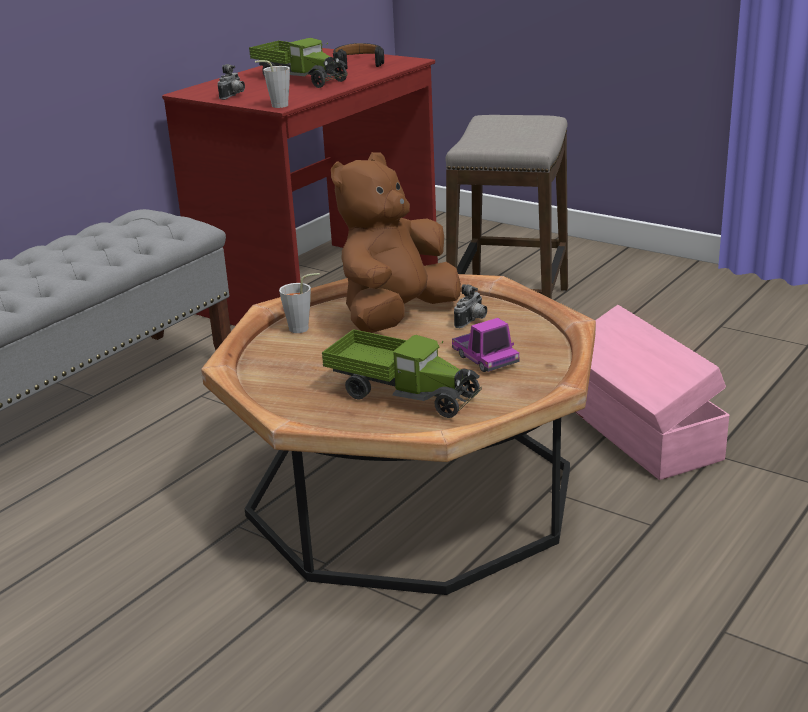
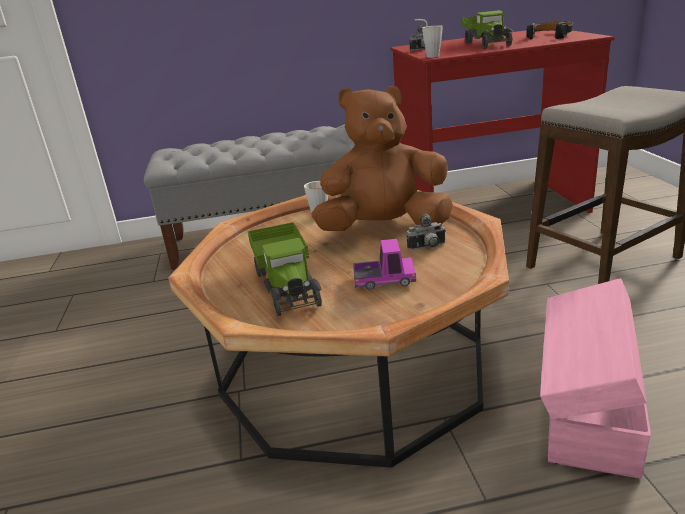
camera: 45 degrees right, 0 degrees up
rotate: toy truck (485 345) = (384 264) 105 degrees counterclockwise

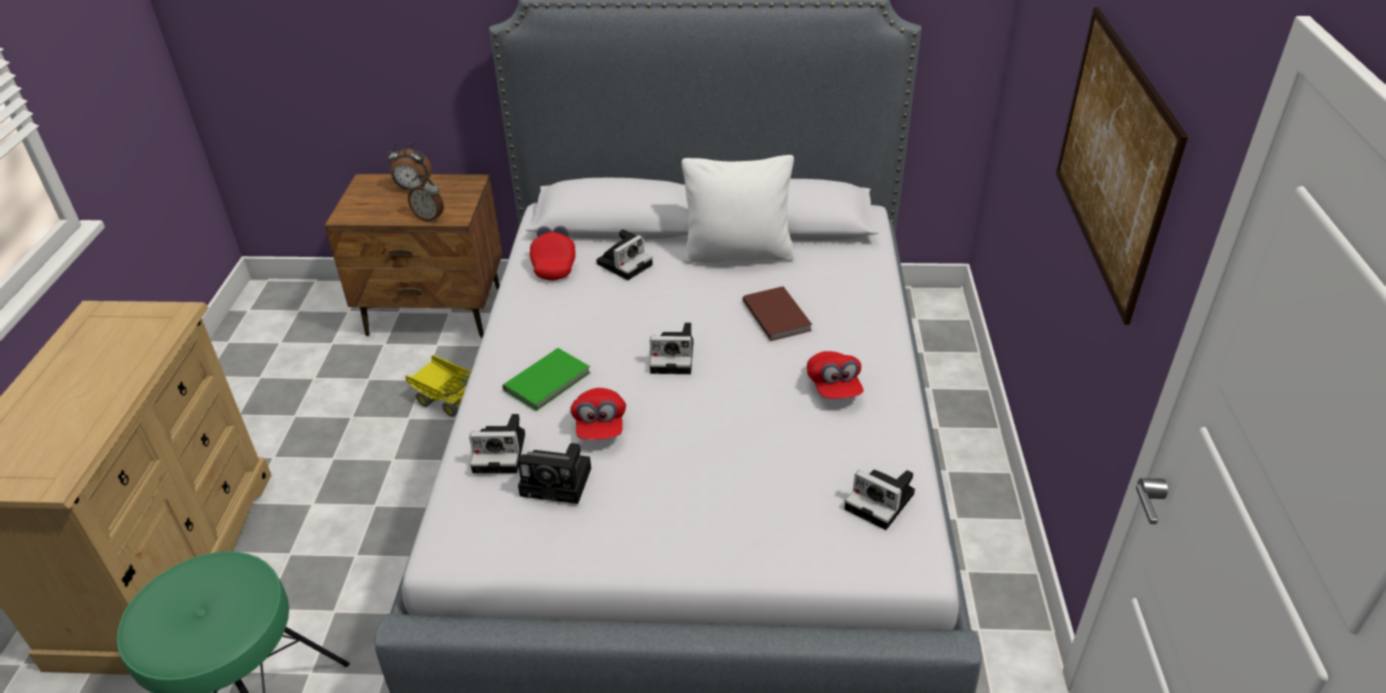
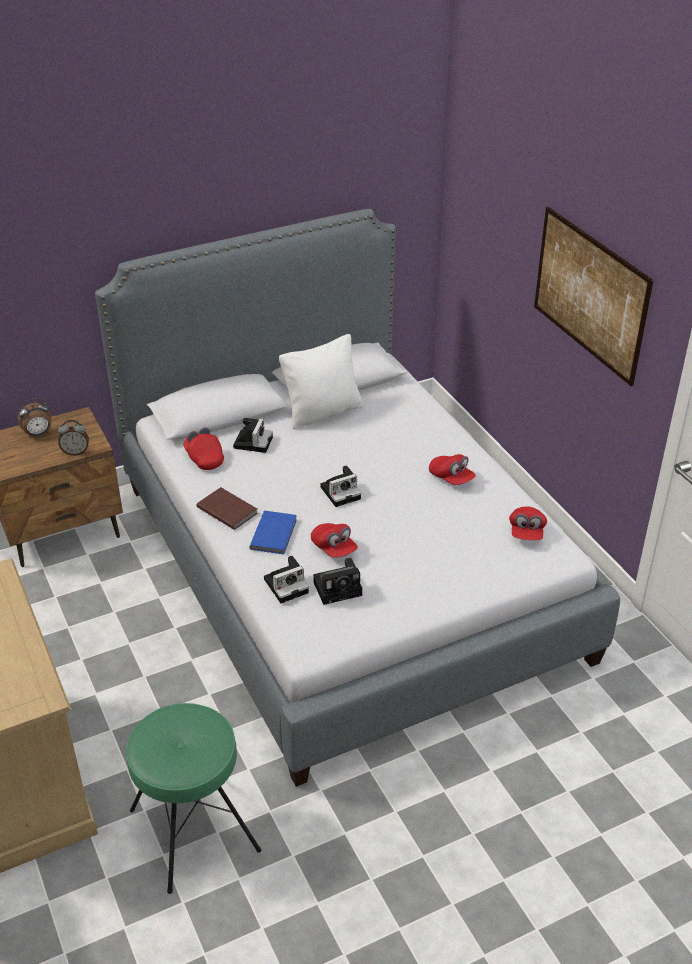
camera: 30 degrees left, 0 degrees up
delete: toy truck (438 386)
move: brown book (777 313) to (227 508)
replace: photo camera (879 500) to red cap (528 523)
recolor: green book (546 379) to blue book (273 532)

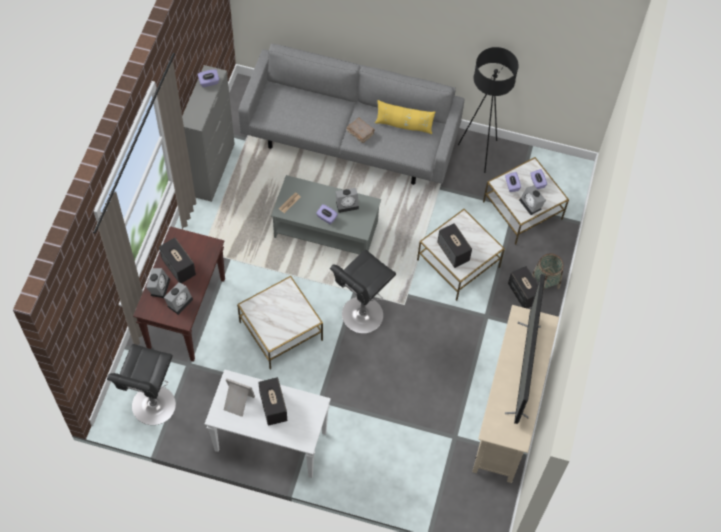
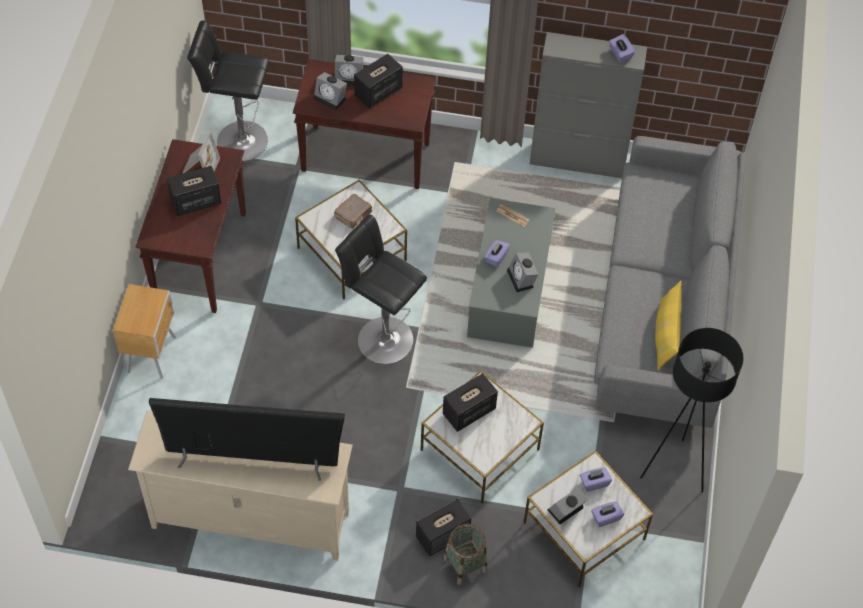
camera: 85 degrees right, 5 degrees down
insert: brown nightstand (144 331)
move: brown book (361 130) to (353 211)
recolor: white console table (268 423) to brown console table (190 226)

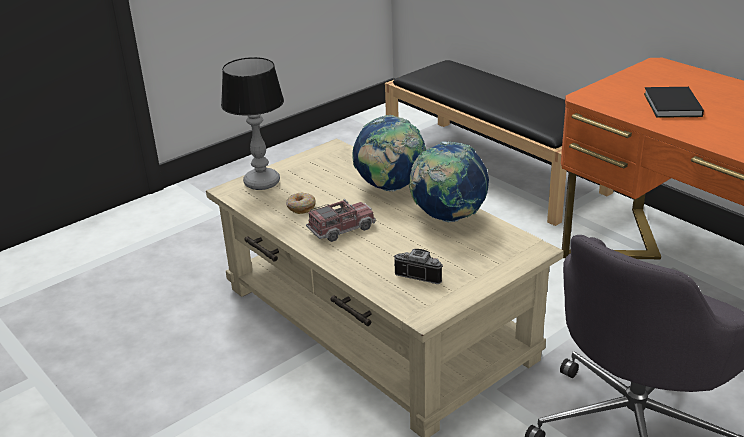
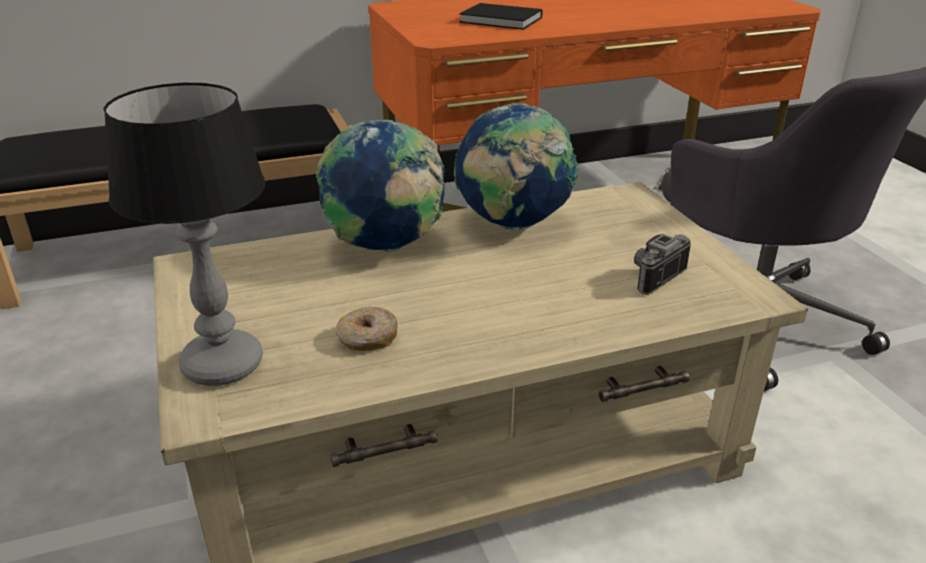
camera: 70 degrees left, 0 degrees up
delete: toy truck (341 220)

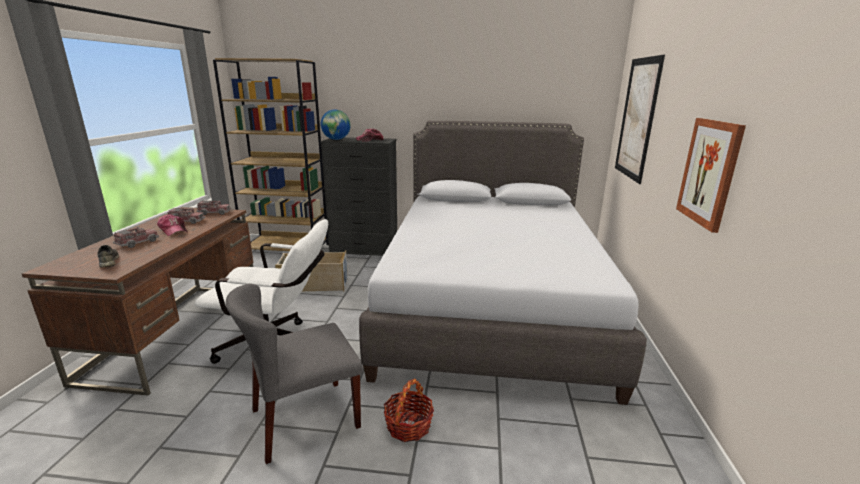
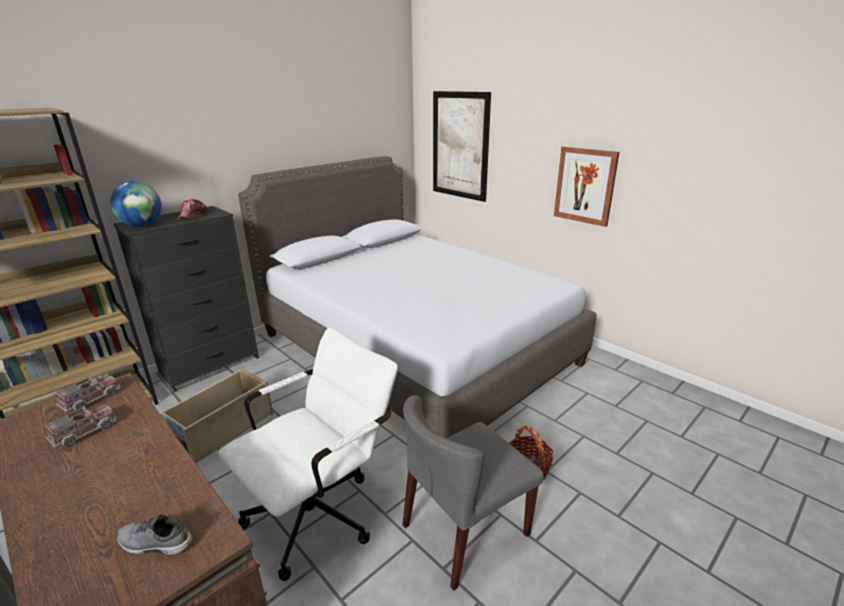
camera: 50 degrees left, 5 degrees up
delete: toy truck (136 237); cap (172 225)
rotate: grey chair (294 374) = (473 493) 45 degrees clockwise

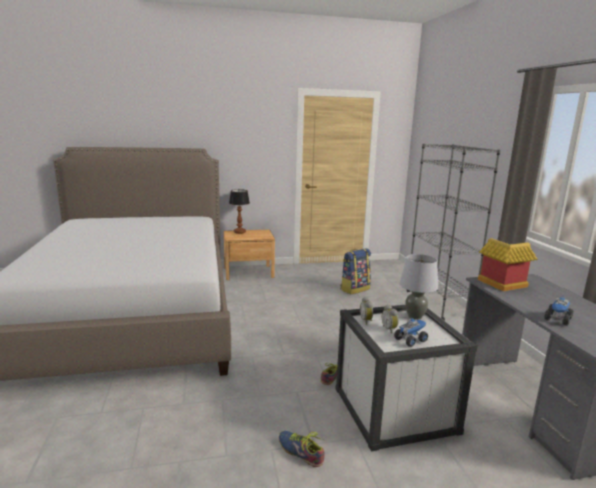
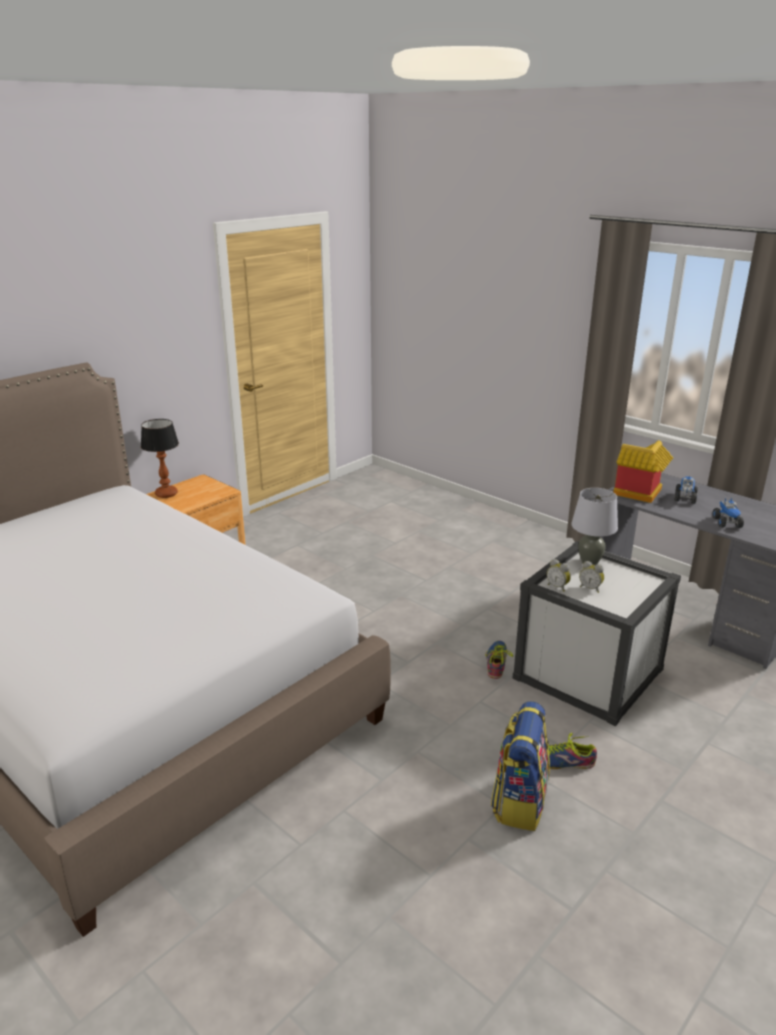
camera: 35 degrees left, 10 degrees up
delete: grey bookcase (454 232)
move: backpack (356 271) to (520 766); toy truck (411 332) to (686 490)

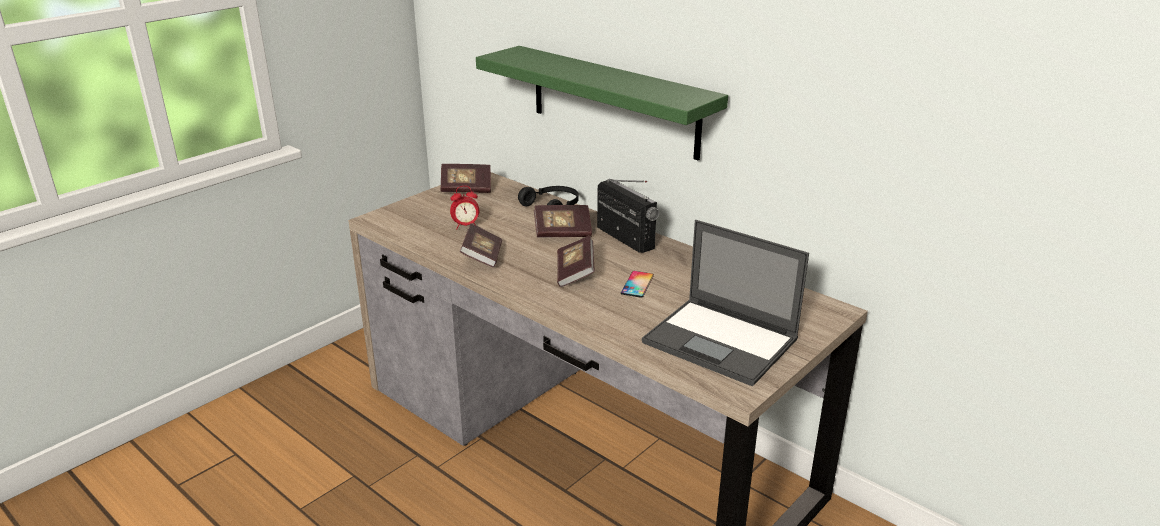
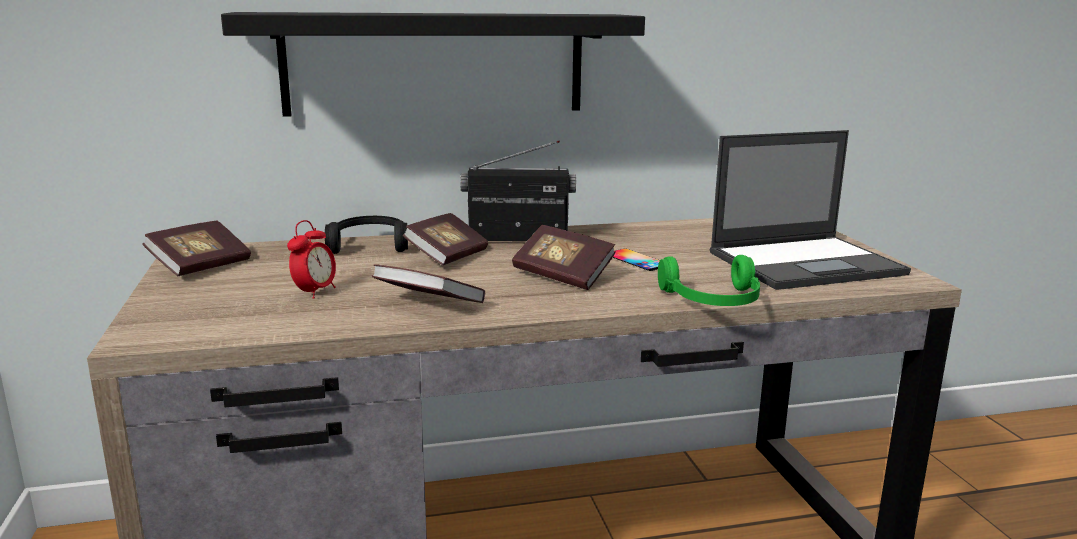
camera: 55 degrees left, 10 degrees down
insert: green headphones (709 280)
recolor: green shelf (602 103) to black shelf (433 64)

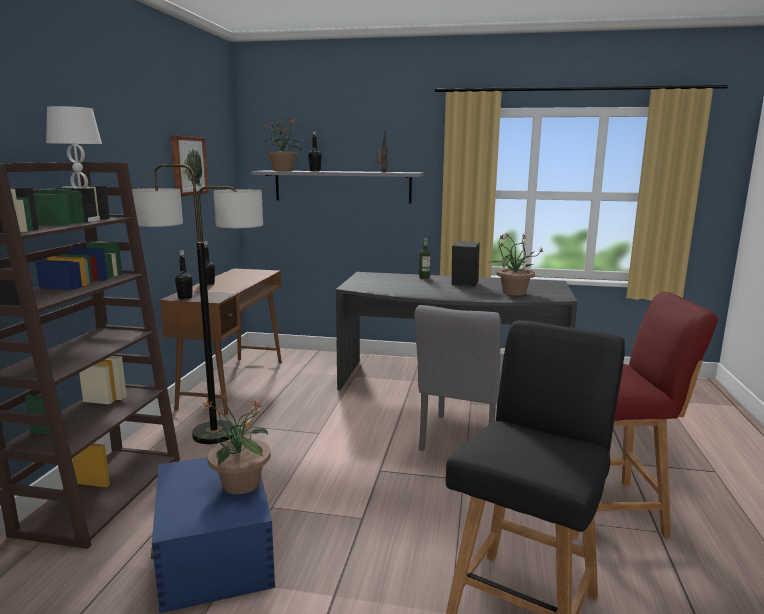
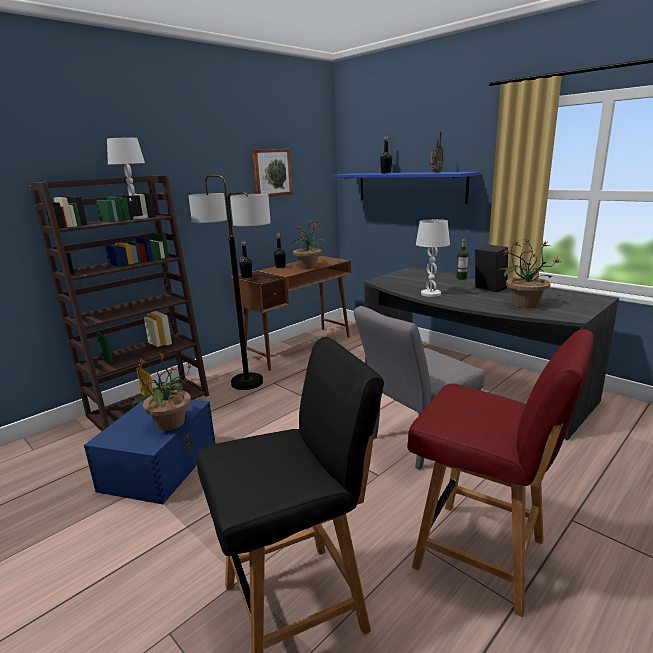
camera: 35 degrees right, 5 degrees up
insert: white table lamp (433 258)
move: potted plant (281 145) to (308 244)
recolor: grey shelf (337 187) to blue shelf (406 187)

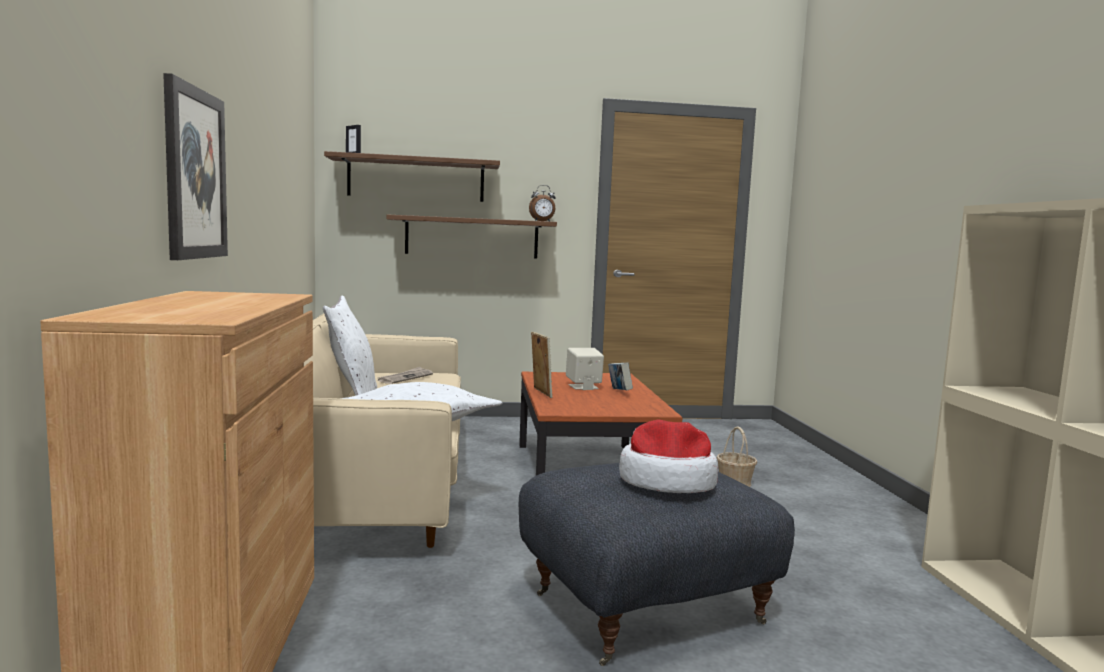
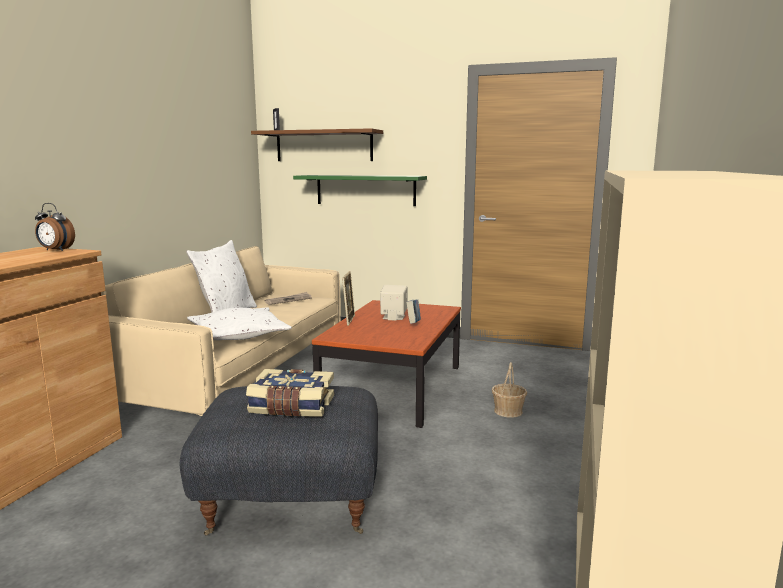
camera: 25 degrees right, 5 degrees up
delete: picture (195 166)
move: alarm clock (542 203) to (55 227)
replace: hat (668 456) to book (290 393)
recolor: brown shelf (472 237) to green shelf (360 190)

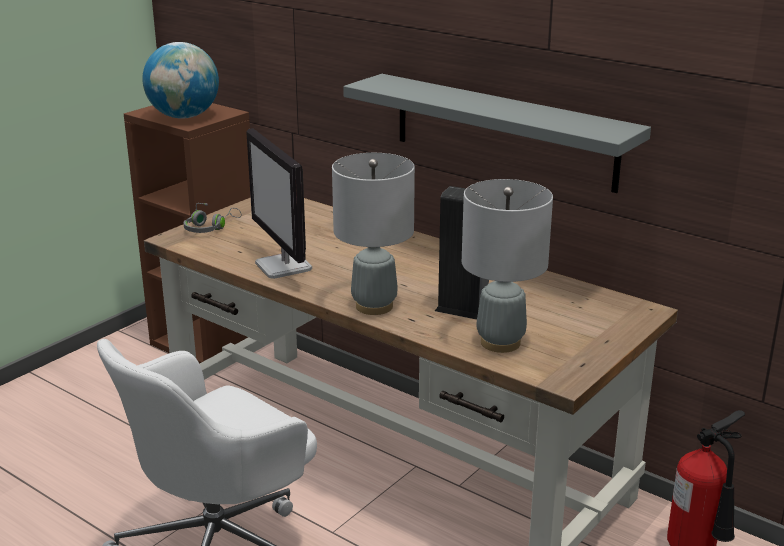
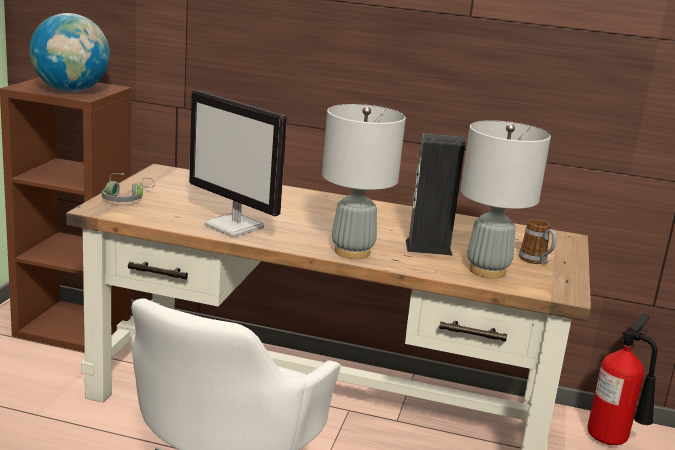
camera: 25 degrees left, 5 degrees down
delete: grey shelf (497 133)
insert: mug (538 241)

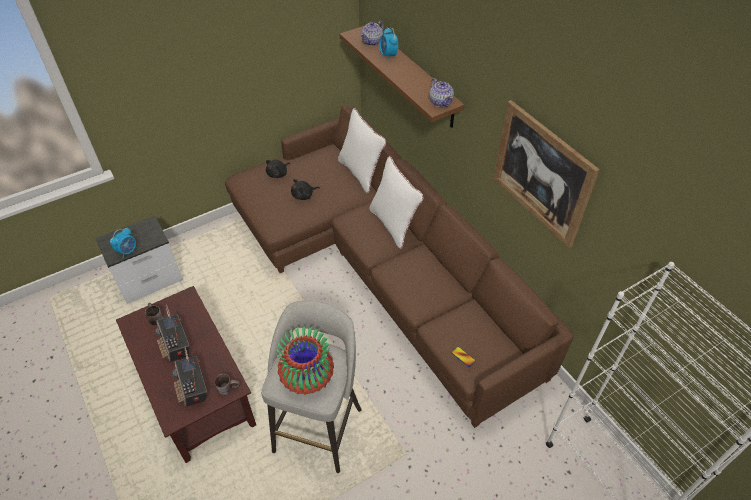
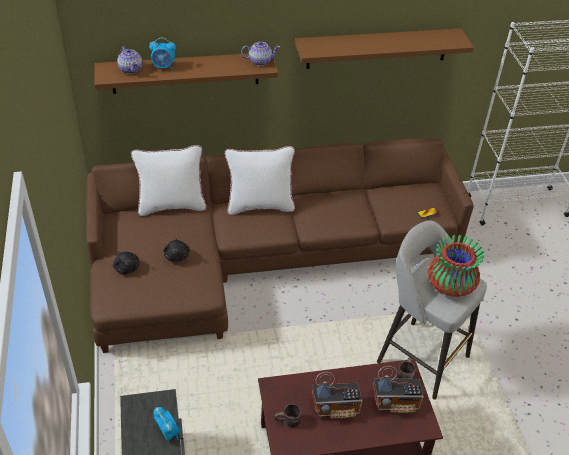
camera: 70 degrees left, 5 degrees down
replace: picture (546 174) to brown shelf (384 48)

